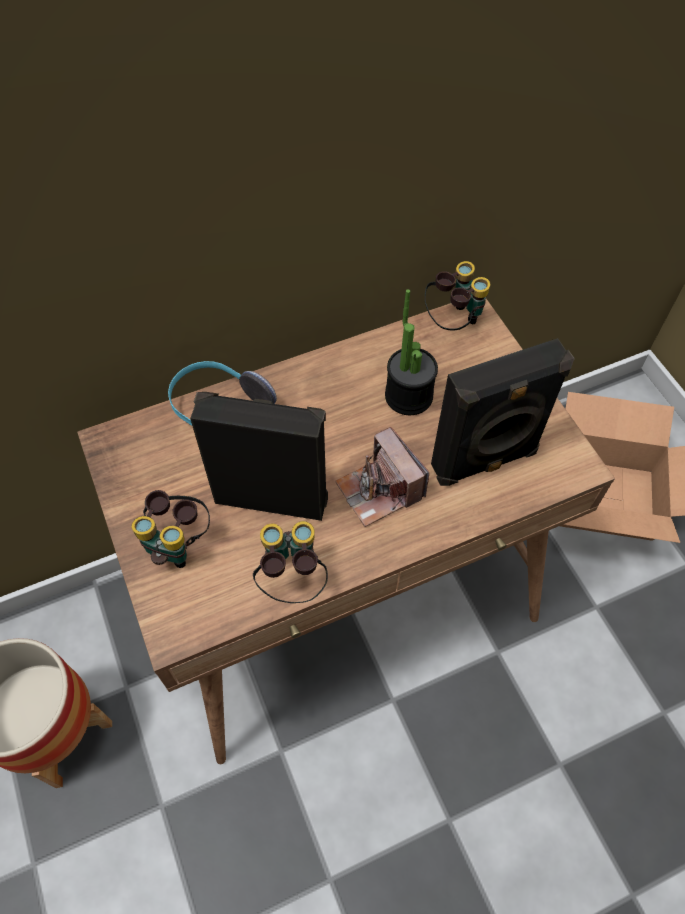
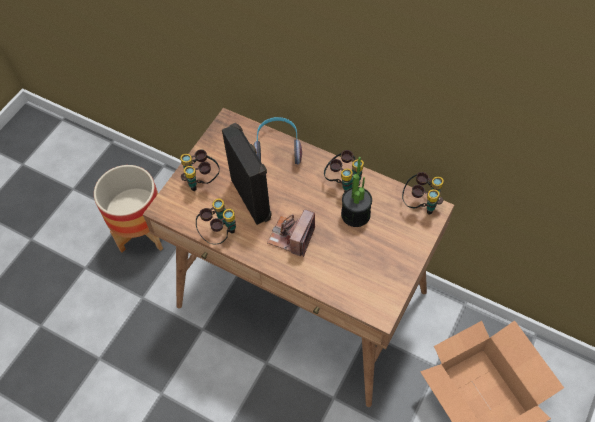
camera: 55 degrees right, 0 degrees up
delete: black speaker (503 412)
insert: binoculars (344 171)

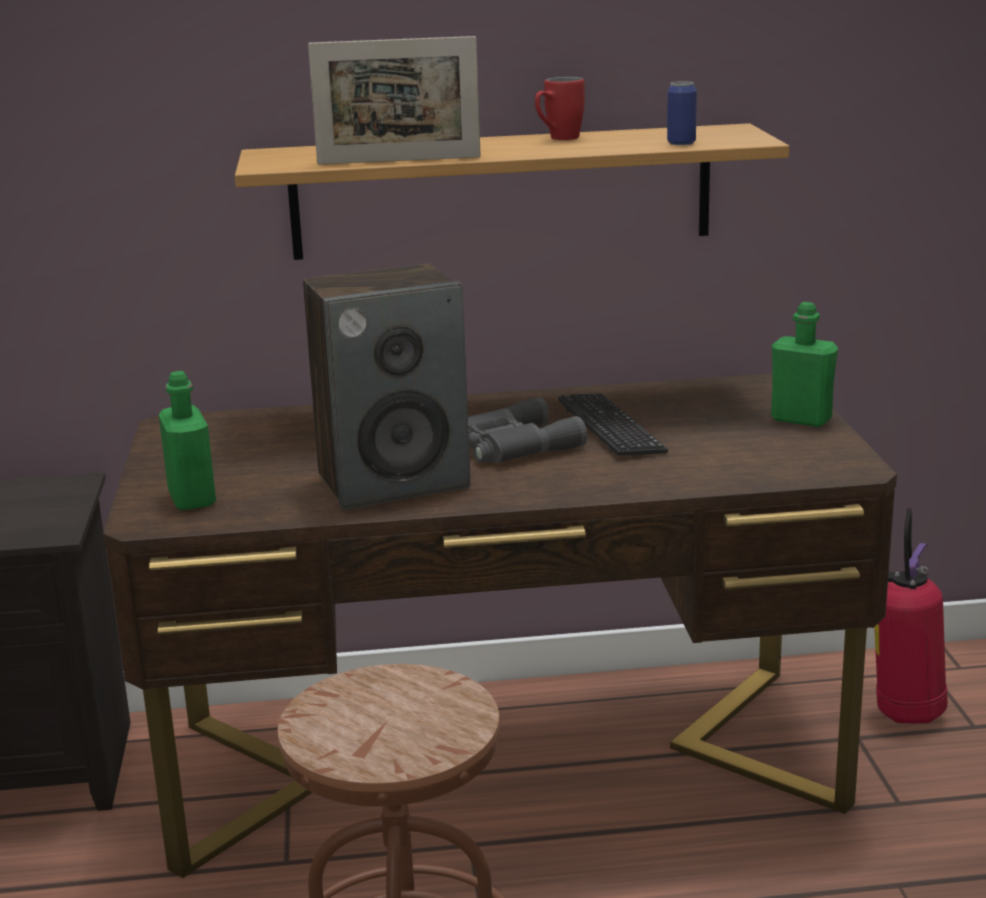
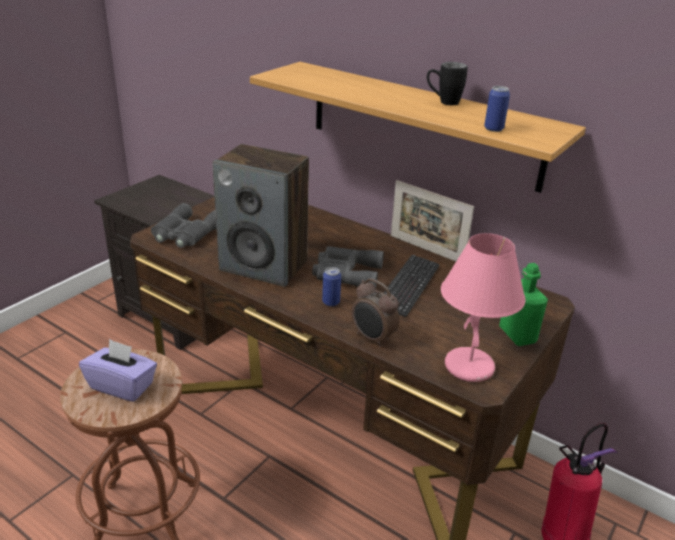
camera: 40 degrees right, 10 degrees up
insert: purple tissue box (118 370); can (331 286); alarm clock (375 312); pink table lamp (483 307)
move: picture frame (394 100) to (432 220)
replace: green bottle (187 440) to grey binoculars (183 225)
recolor: red mug (560 108) to black mug (447 83)

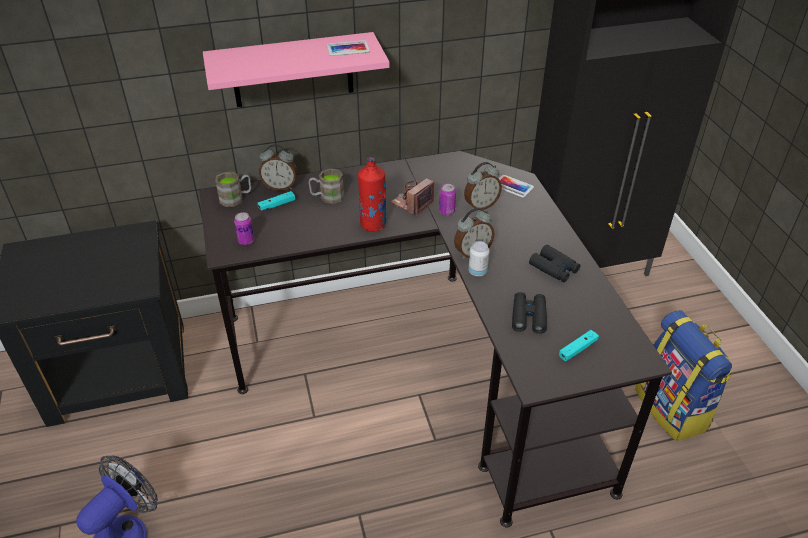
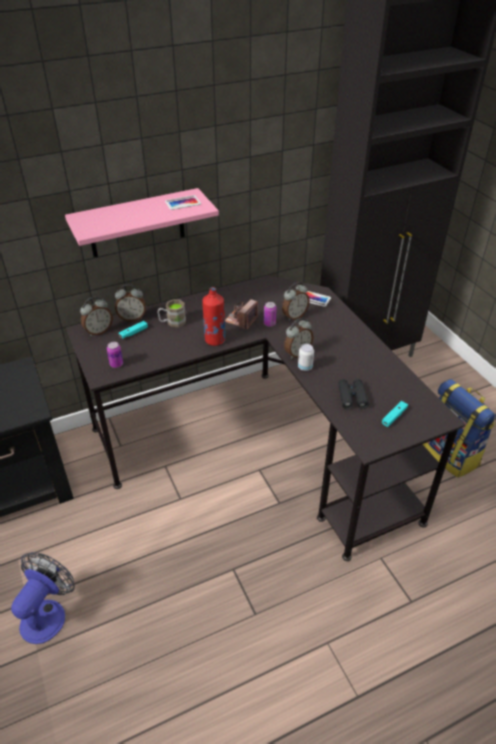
camera: 10 degrees left, 0 degrees up
delete: black binoculars (555 264)
replace: brown mug (233 189) to alarm clock (96 316)

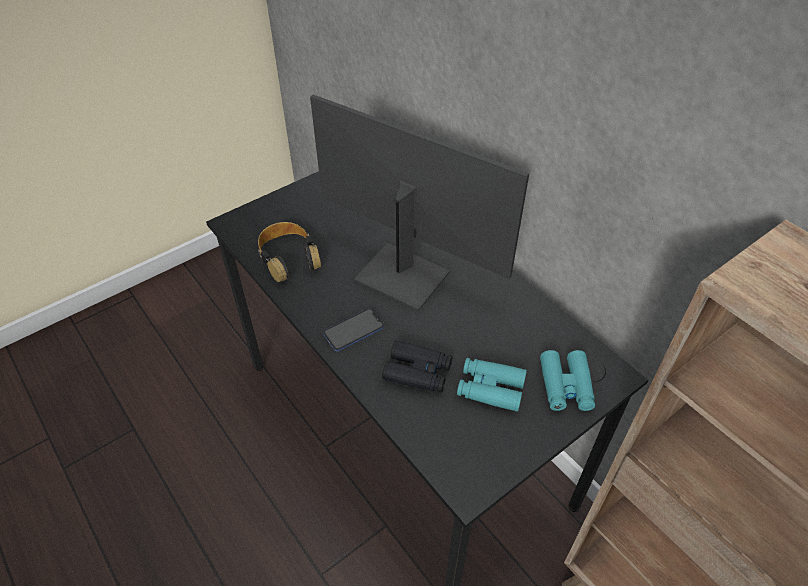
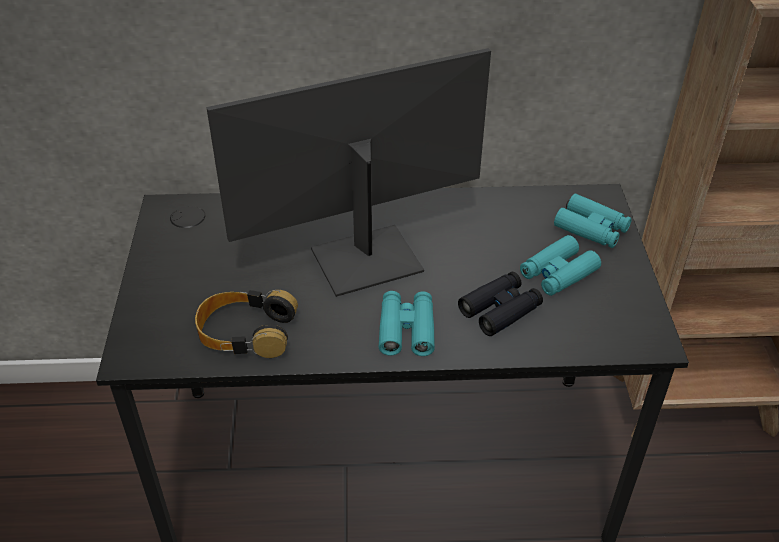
camera: 55 degrees left, 5 degrees down
replace: phone (353 329) to turquoise binoculars (407 323)

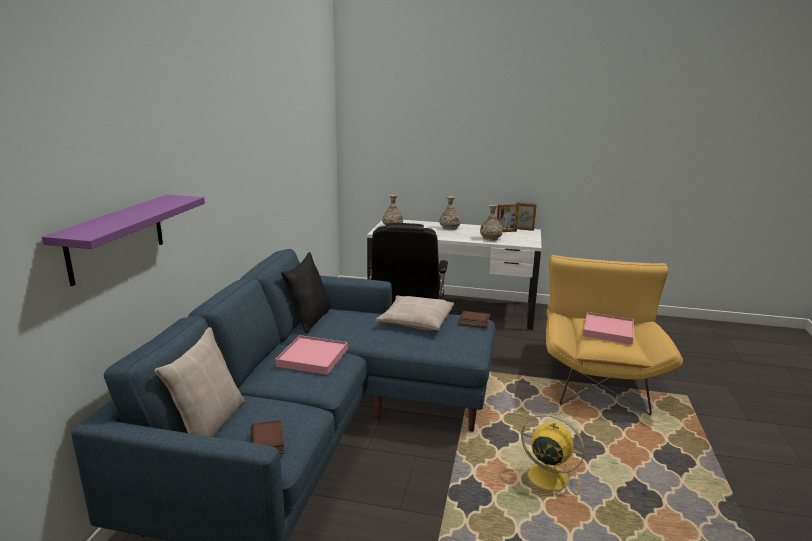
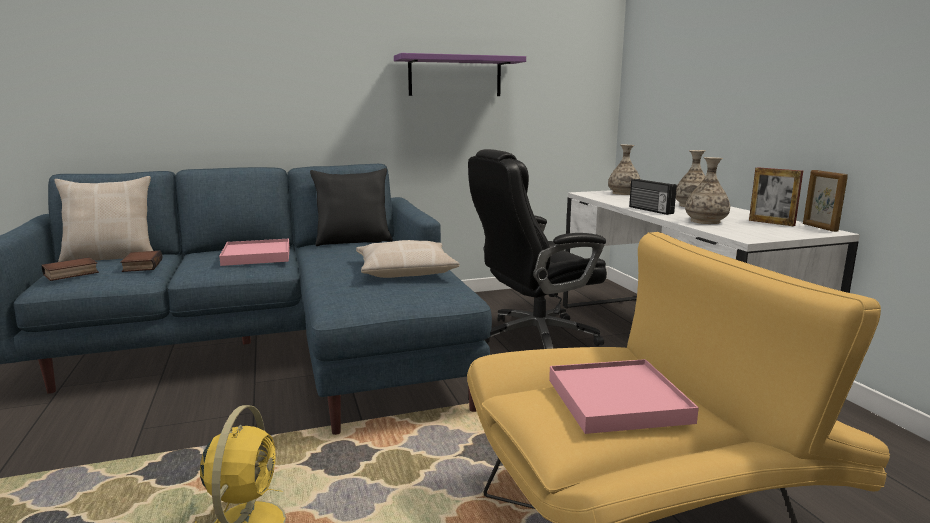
camera: 60 degrees right, 5 degrees down
insert: radio (653 197)
move: purple shelf (123 240) to (460 74); book (474 319) to (141 261)

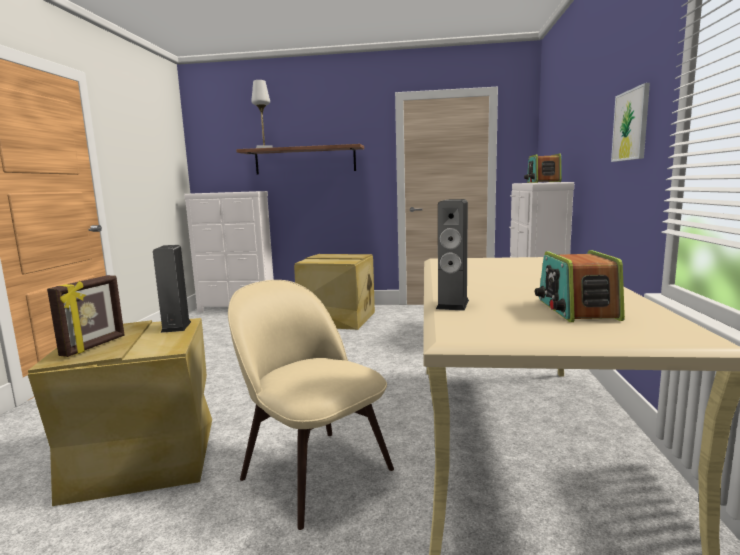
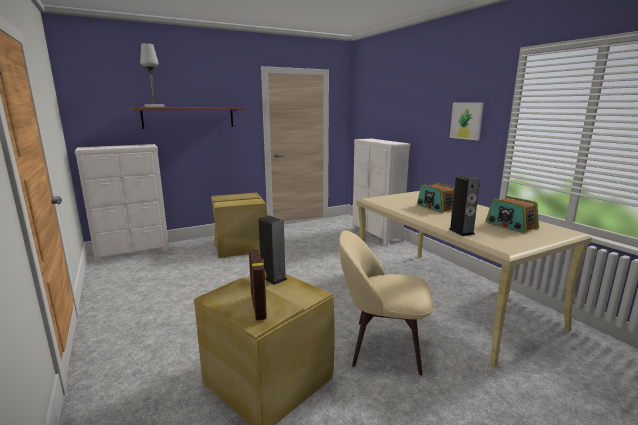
camera: 35 degrees left, 5 degrees up
move: radio (543 168) to (436 198)

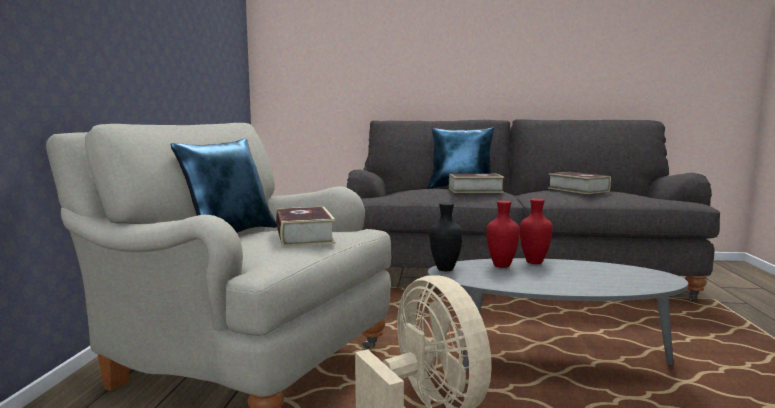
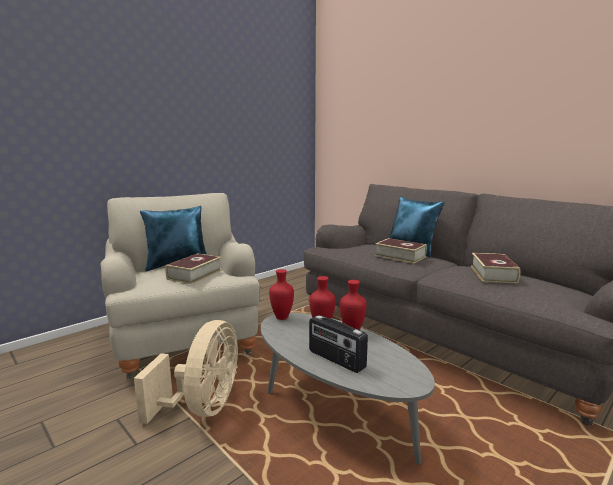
camera: 40 degrees right, 5 degrees up
insert: radio (338 344)
recolor: black vase (446 236) to red vase (281 294)

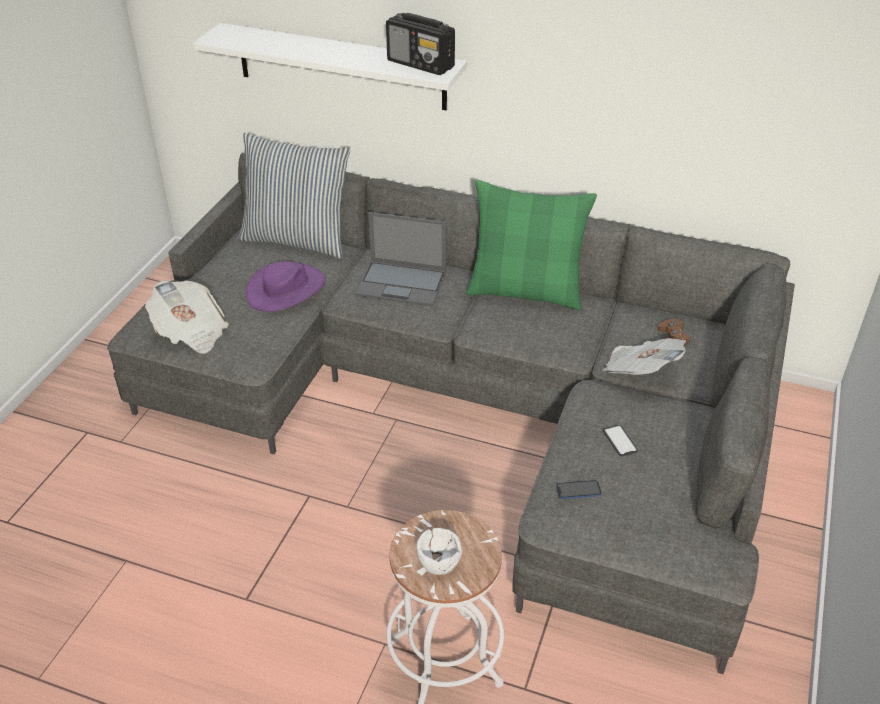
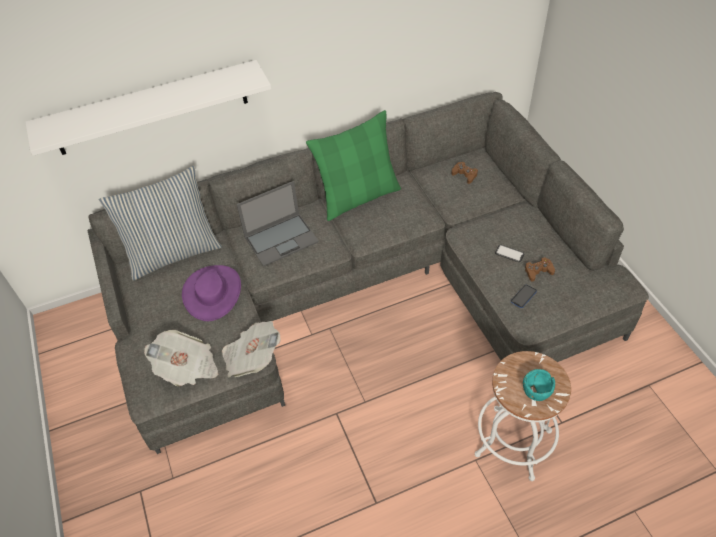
camera: 40 degrees left, 10 degrees up
delete: radio (420 44)
insert: brown game controller (540 269)
move: newspaper (644 356) to (251 349)
recolor: white bowl (439 551) to turquoise bowl (539 385)

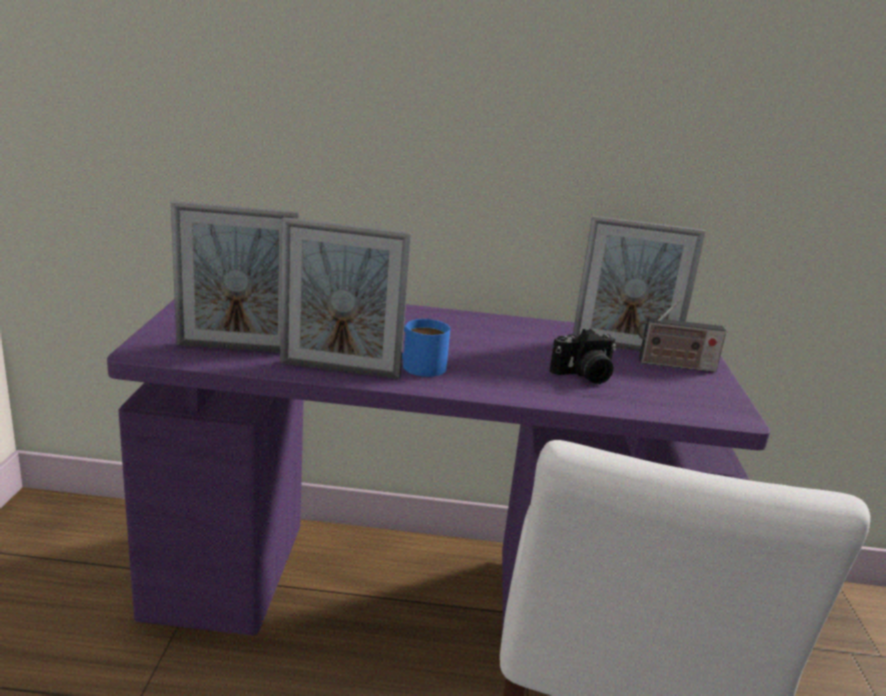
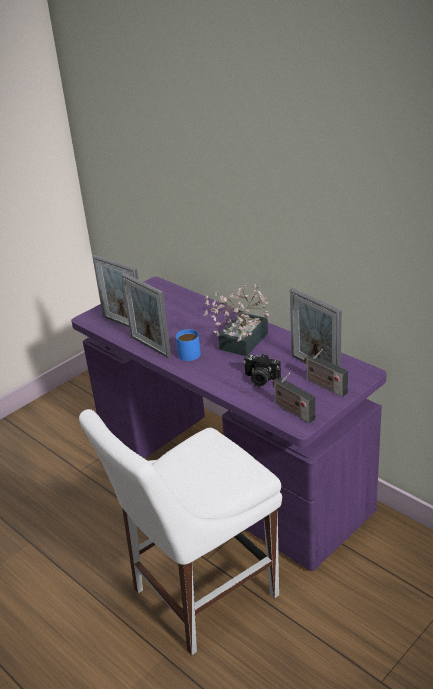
camera: 45 degrees right, 10 degrees up
insert: potted plant (236 319); radio (294 398)

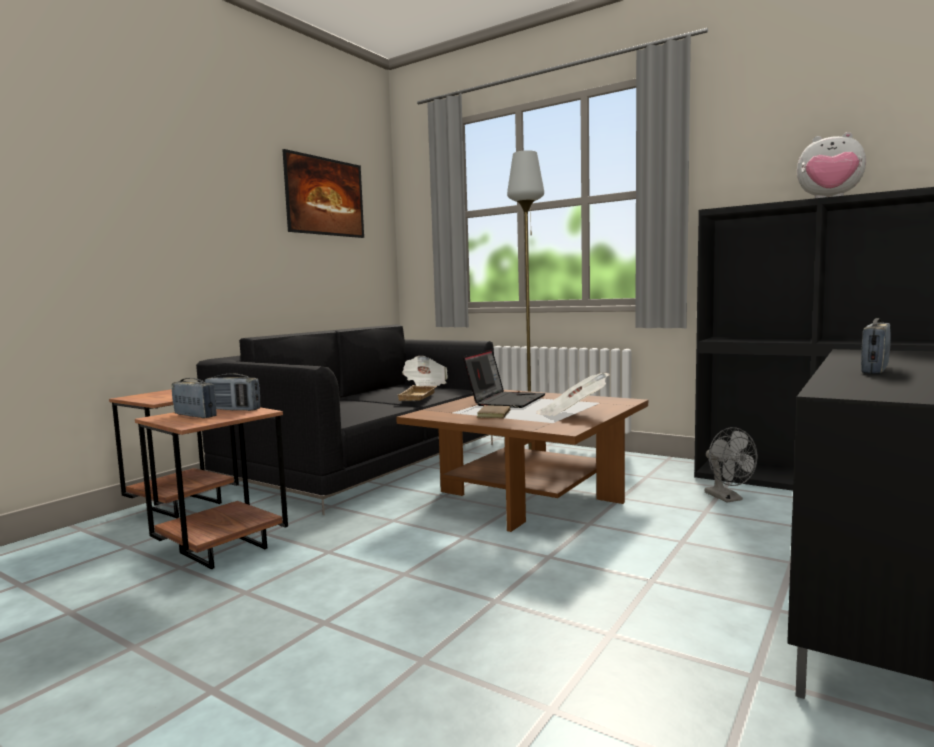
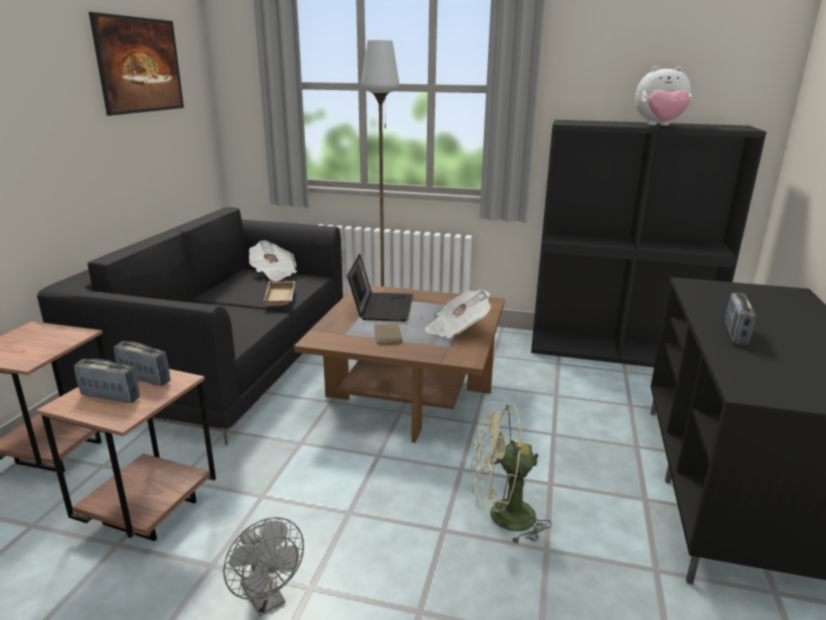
camera: 20 degrees left, 15 degrees up
insert: green fan (511 473)
move: grey fan (731 464) to (263 566)
rotate: radio (232 392) = (142 363) 150 degrees counterclockwise

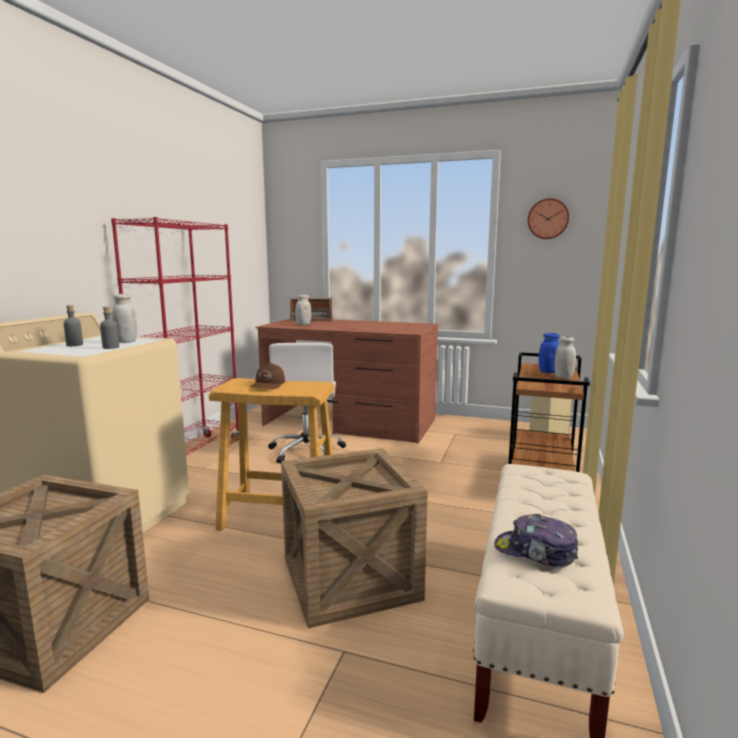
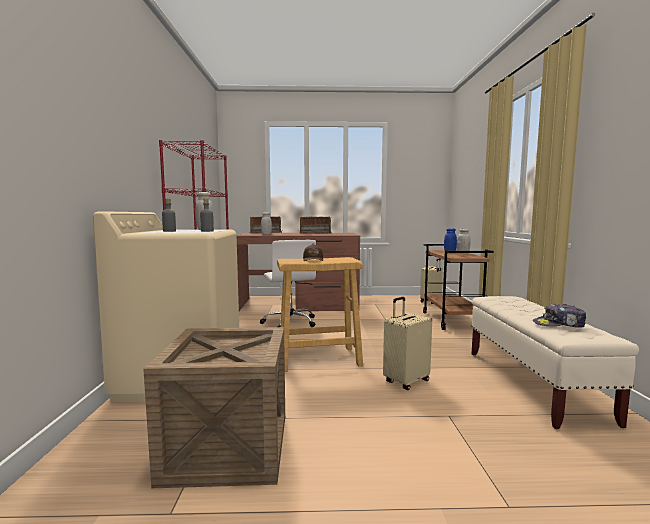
camera: 20 degrees left, 5 degrees down
delete: wall clock (548 218)
insert: radio (315 225)
replace: crate (354 538) to beige suitcase (407 343)

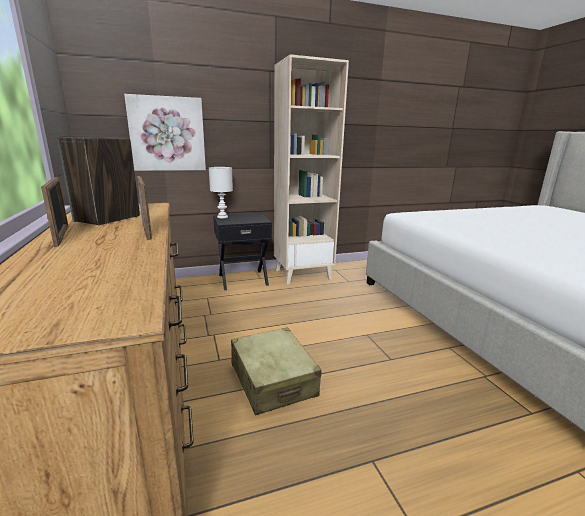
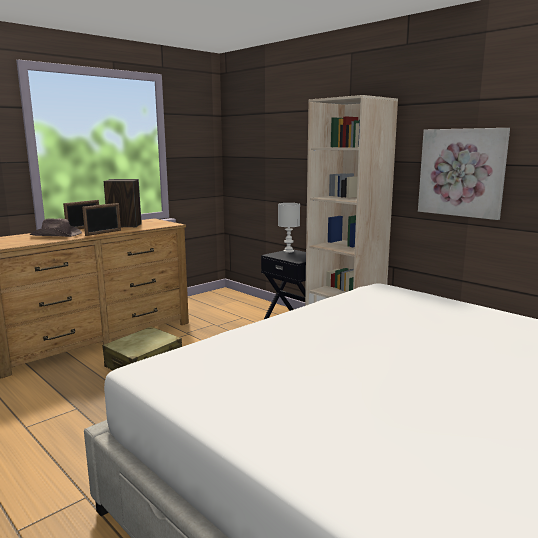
camera: 65 degrees right, 5 degrees down
insert: brown hat (56 228)
move: picture (165 132) to (464 174)

